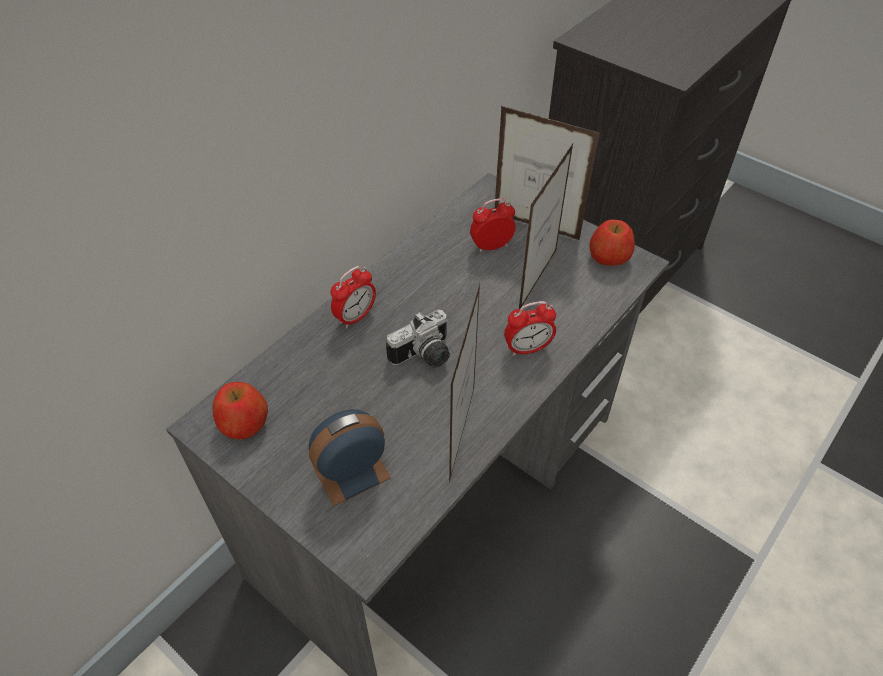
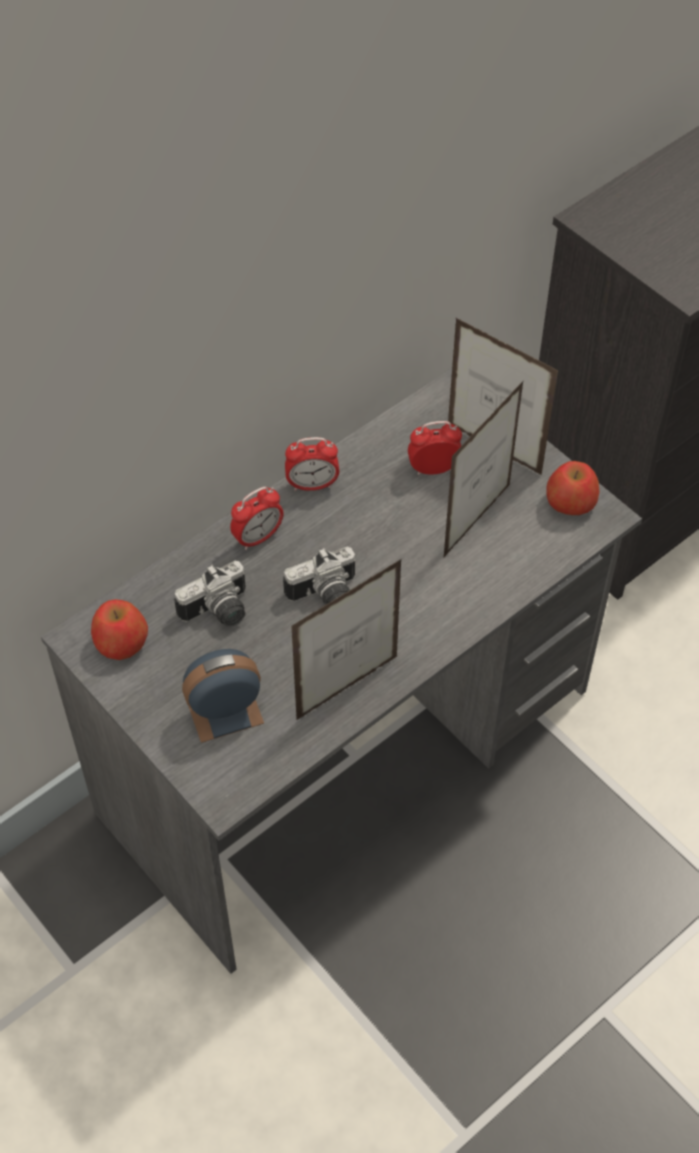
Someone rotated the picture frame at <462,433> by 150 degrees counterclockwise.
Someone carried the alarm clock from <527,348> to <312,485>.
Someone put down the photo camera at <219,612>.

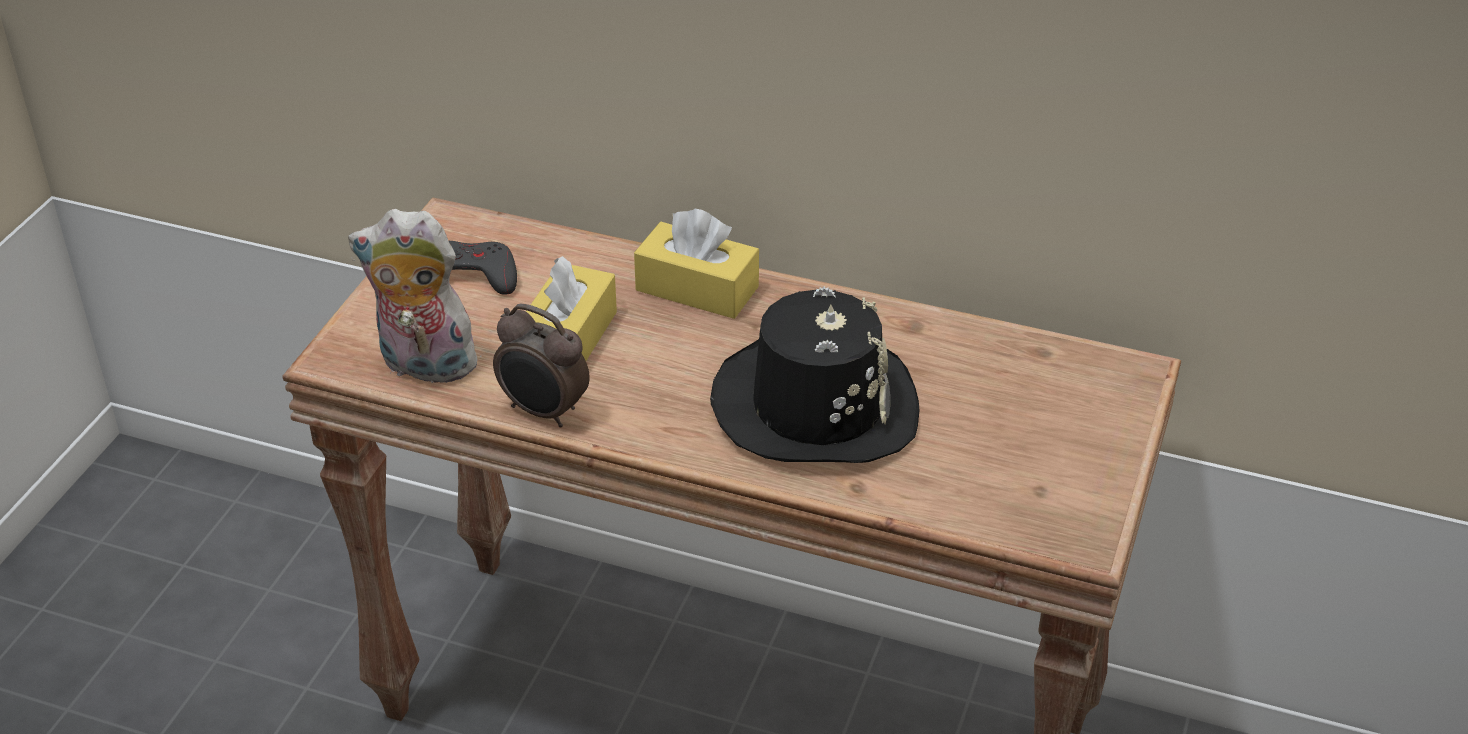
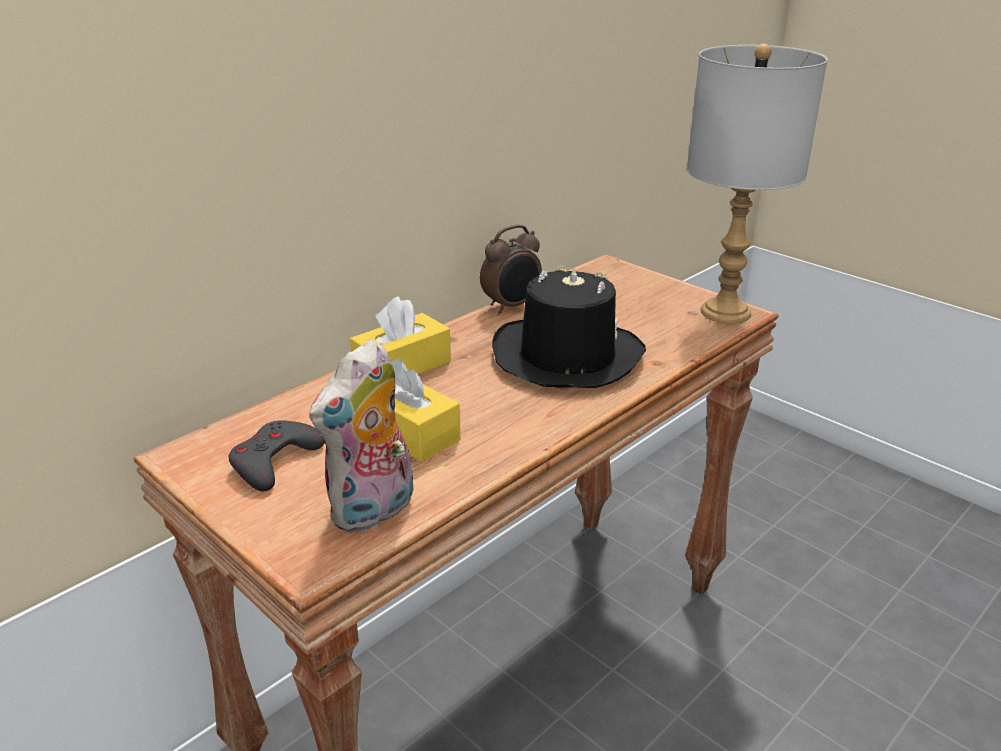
Someone carried the alarm clock from <543,412> to <512,306>.
Someone put down the table lamp/grey at <725,312>.

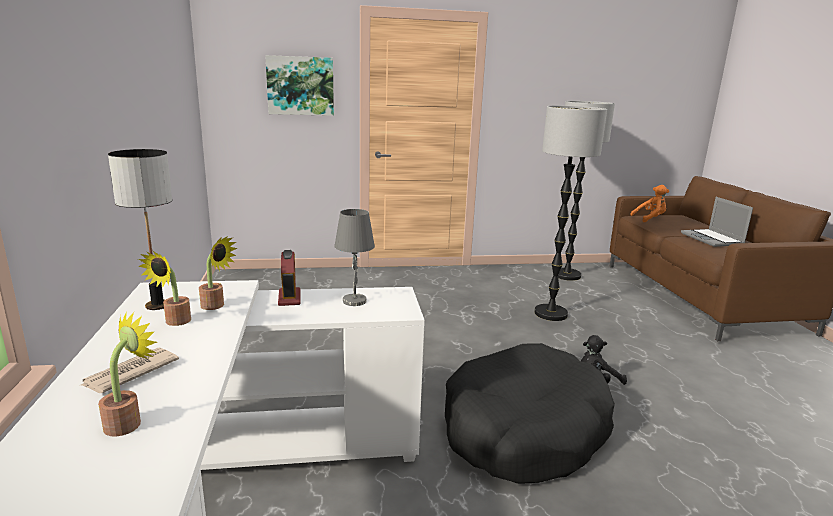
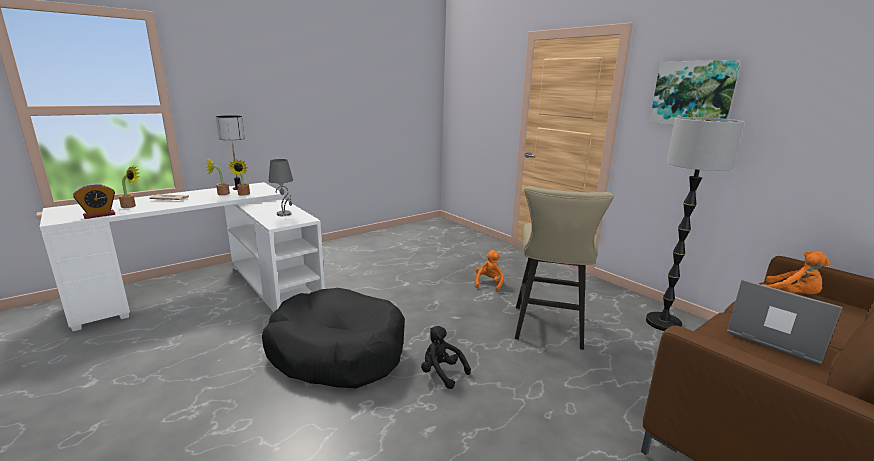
Someone carried the picture from <300,86> to <692,93>.
Someone carried the alarm clock from <289,298> to <99,215>.
Someone swapped the floor lamp at <550,314> for the stool/beige at <548,330>.
Someone rotated the laptop at <713,239> by 90 degrees clockwise.
Someone put down the plush toy/orange at <489,284>.

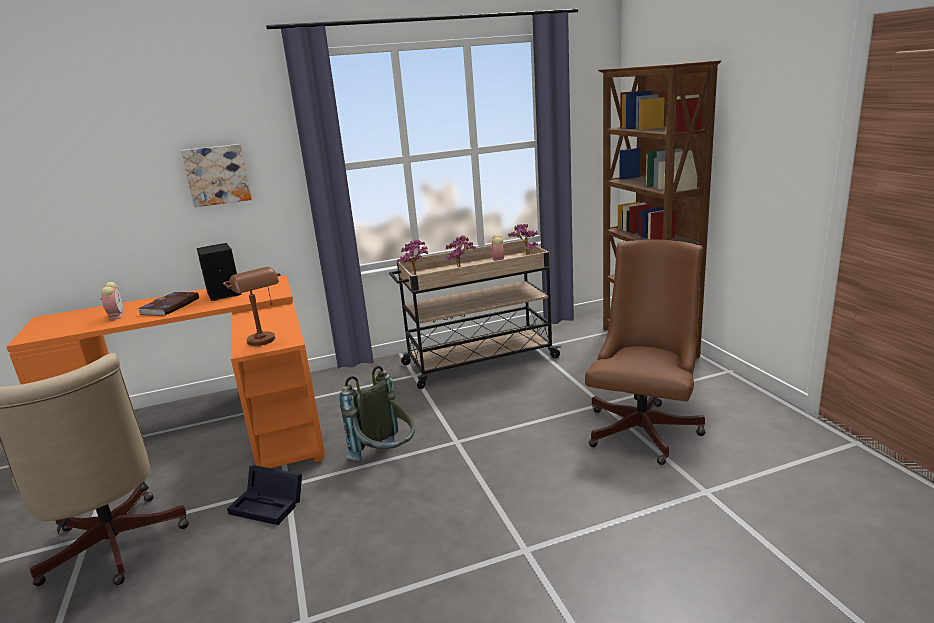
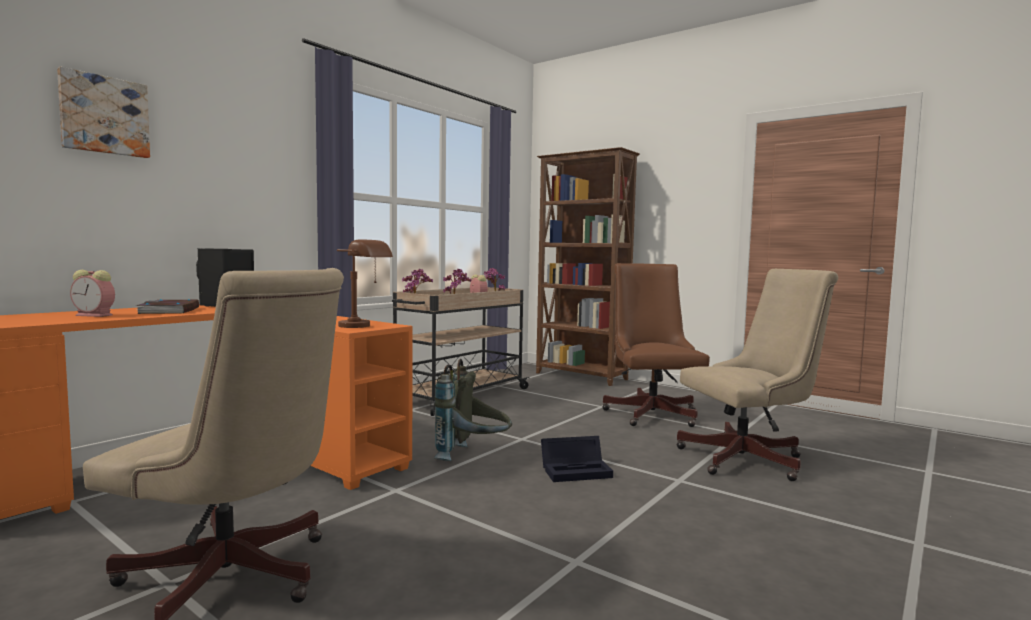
Someone rotated the alarm clock at <116,316> by 150 degrees clockwise.
Someone carried the picture from <217,175> to <104,115>.
Someone carried the storage box/black from <270,504> to <577,470>.
Someone put down the office chair/beige at <750,459>.

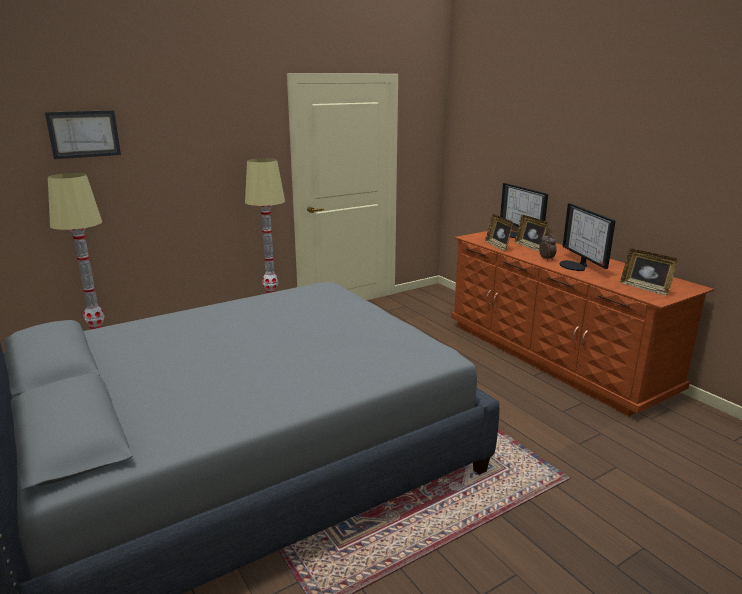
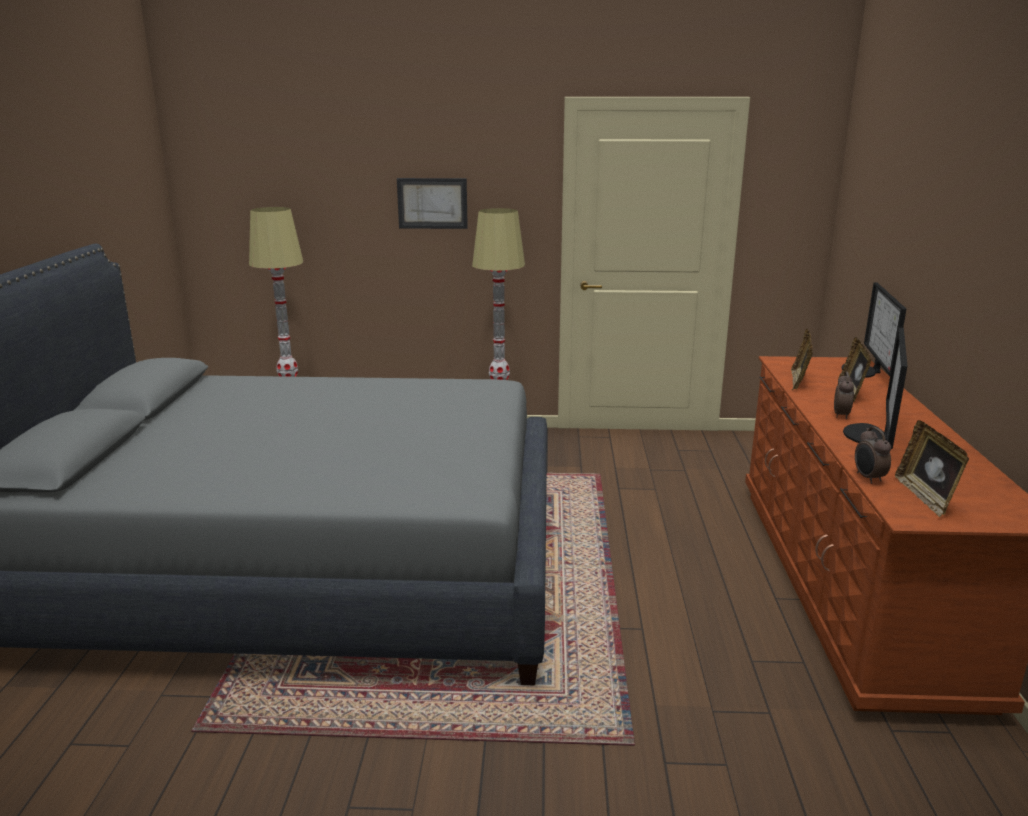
Someone carried the picture from <84,134> to <432,203>.
Someone put down the alarm clock at <868,478>.

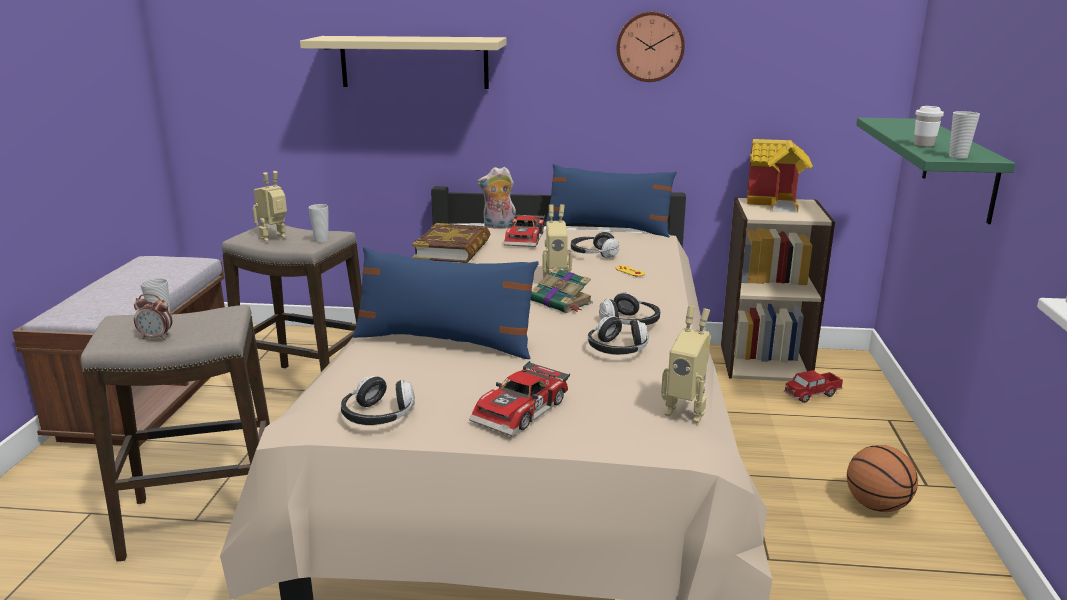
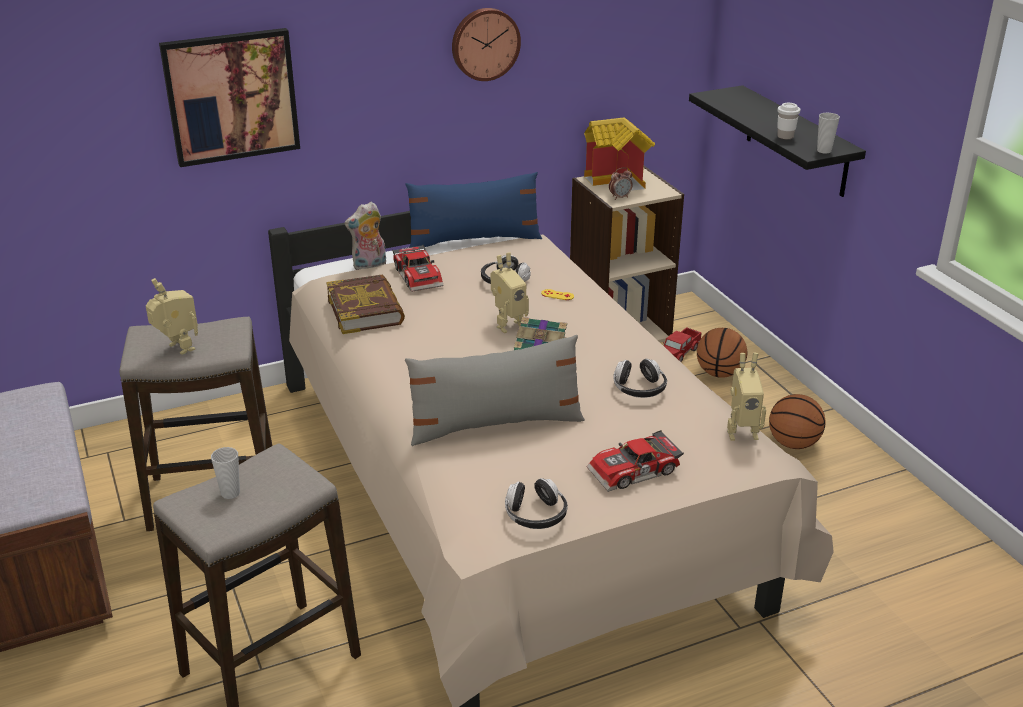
Someone carried the alarm clock from <156,337> to <620,197>.
Someone rotated the toy robot at <275,239> by 120 degrees clockwise.
Someone swapped the shelf/beige at <414,62> for the picture at <231,96>.
Someone took away the cup at <321,240>.
Someone repainted the pillow/blue at <445,342>, which became the pillow/grey at <495,424>.
Someone rotated the toy car at <523,411> by 60 degrees clockwise.
Someone took away the headphones at <630,323>.
Someone repainted the shelf/green at <959,168>, which became the shelf/black at <796,141>.
Someone put down the basketball at <719,373>.

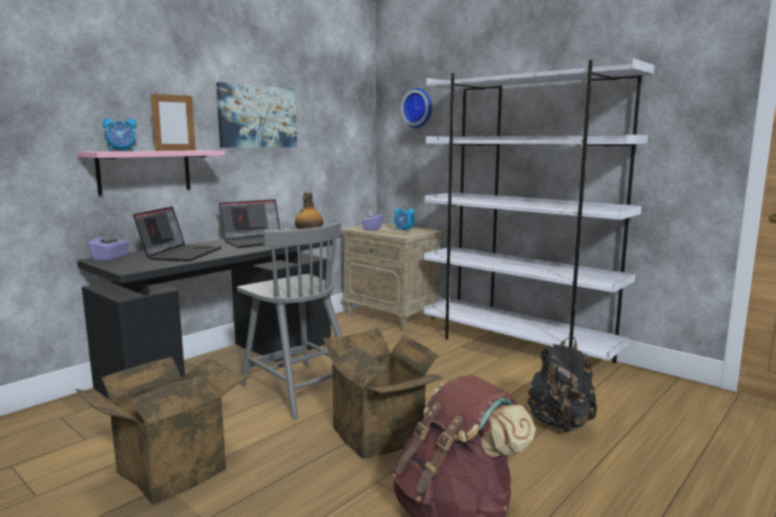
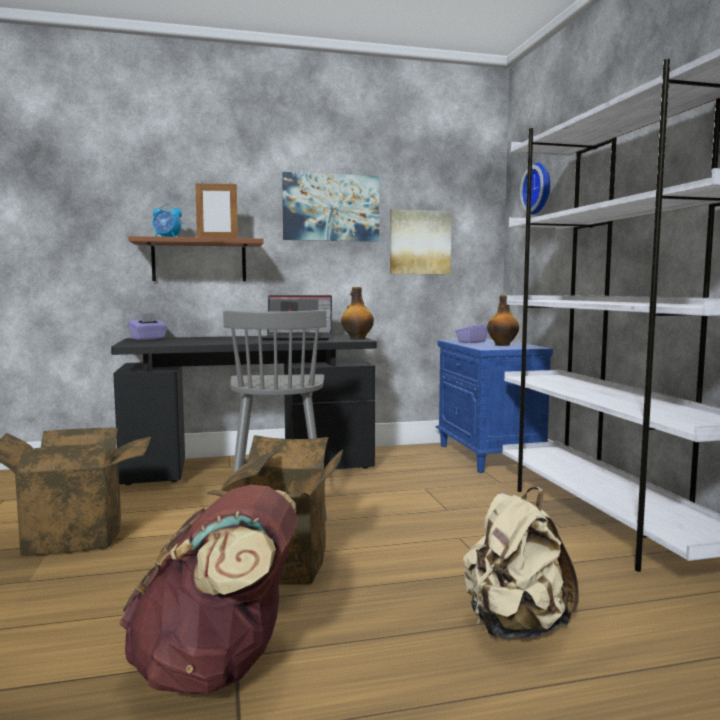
Someone repainted the shelf/pink at <144,171>, which became the shelf/brown at <199,261>.
Someone took away the laptop at <181,254>.
Someone repainted the nightstand/beige at <391,316>, which became the nightstand/blue at <489,456>.
Someone swapped the alarm clock at <403,230> for the bottle at <503,345>.
Someone repainted the backpack/black at <560,424>, which became the backpack/beige at <514,626>.
Someone put up the picture at <419,242>.

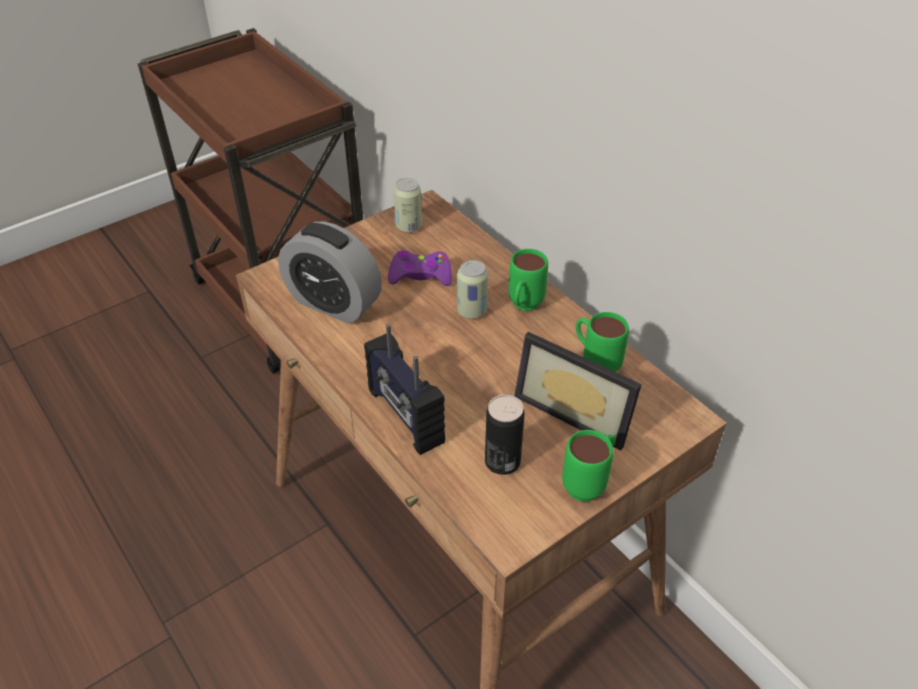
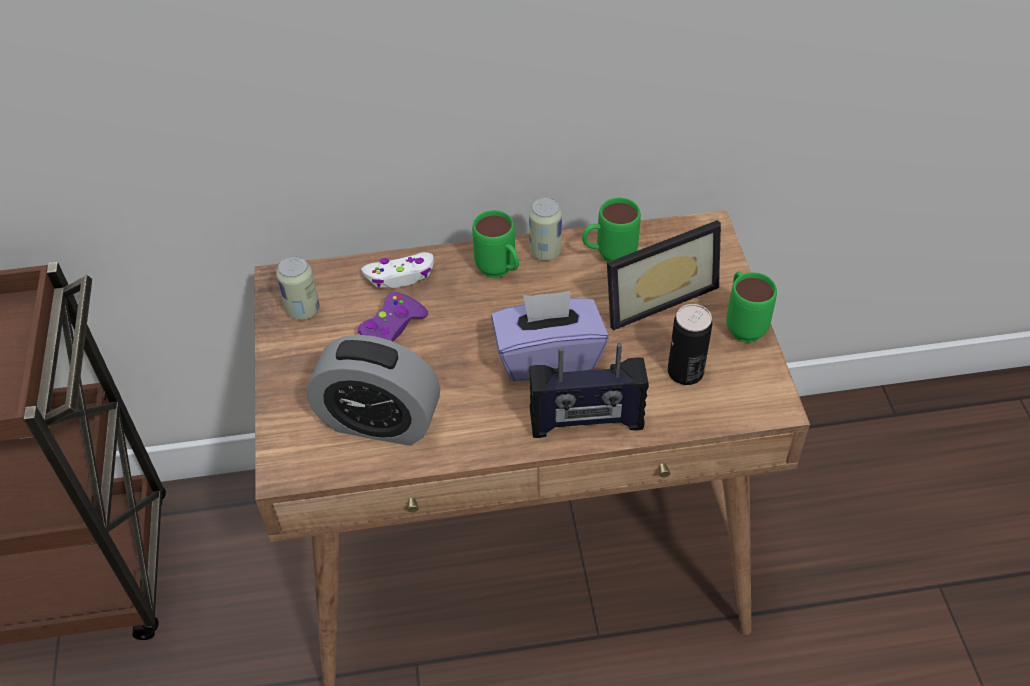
Someone rotated the alarm clock at <333,303> by 45 degrees clockwise.
Someone carried the can from <472,311> to <545,251>.
Someone put down the game controller/white at <400,276>.
Someone put down the tissue box/purple at <548,356>.

